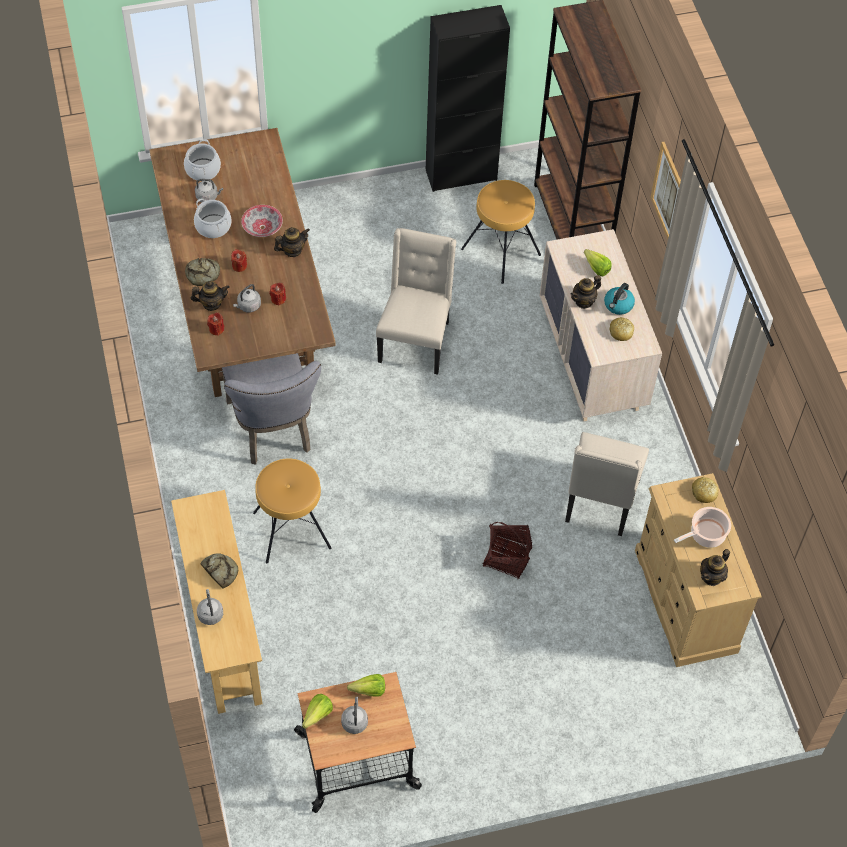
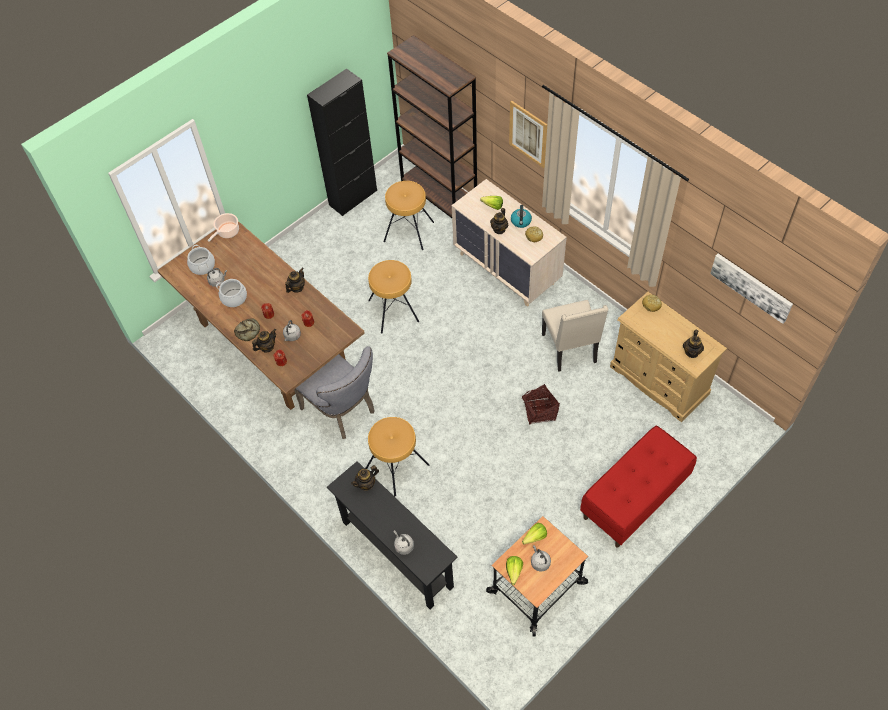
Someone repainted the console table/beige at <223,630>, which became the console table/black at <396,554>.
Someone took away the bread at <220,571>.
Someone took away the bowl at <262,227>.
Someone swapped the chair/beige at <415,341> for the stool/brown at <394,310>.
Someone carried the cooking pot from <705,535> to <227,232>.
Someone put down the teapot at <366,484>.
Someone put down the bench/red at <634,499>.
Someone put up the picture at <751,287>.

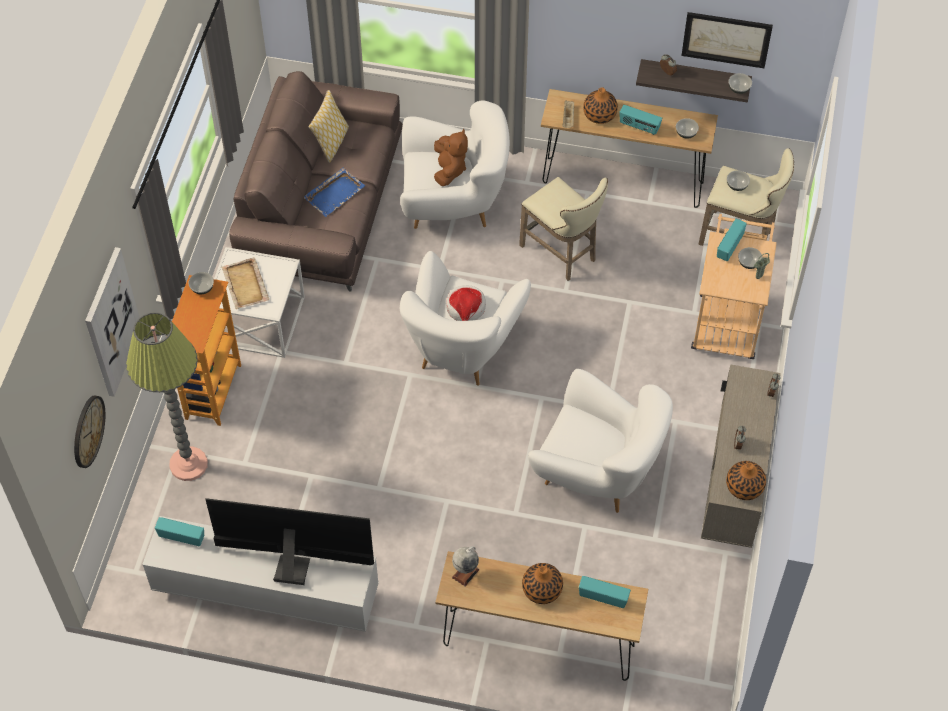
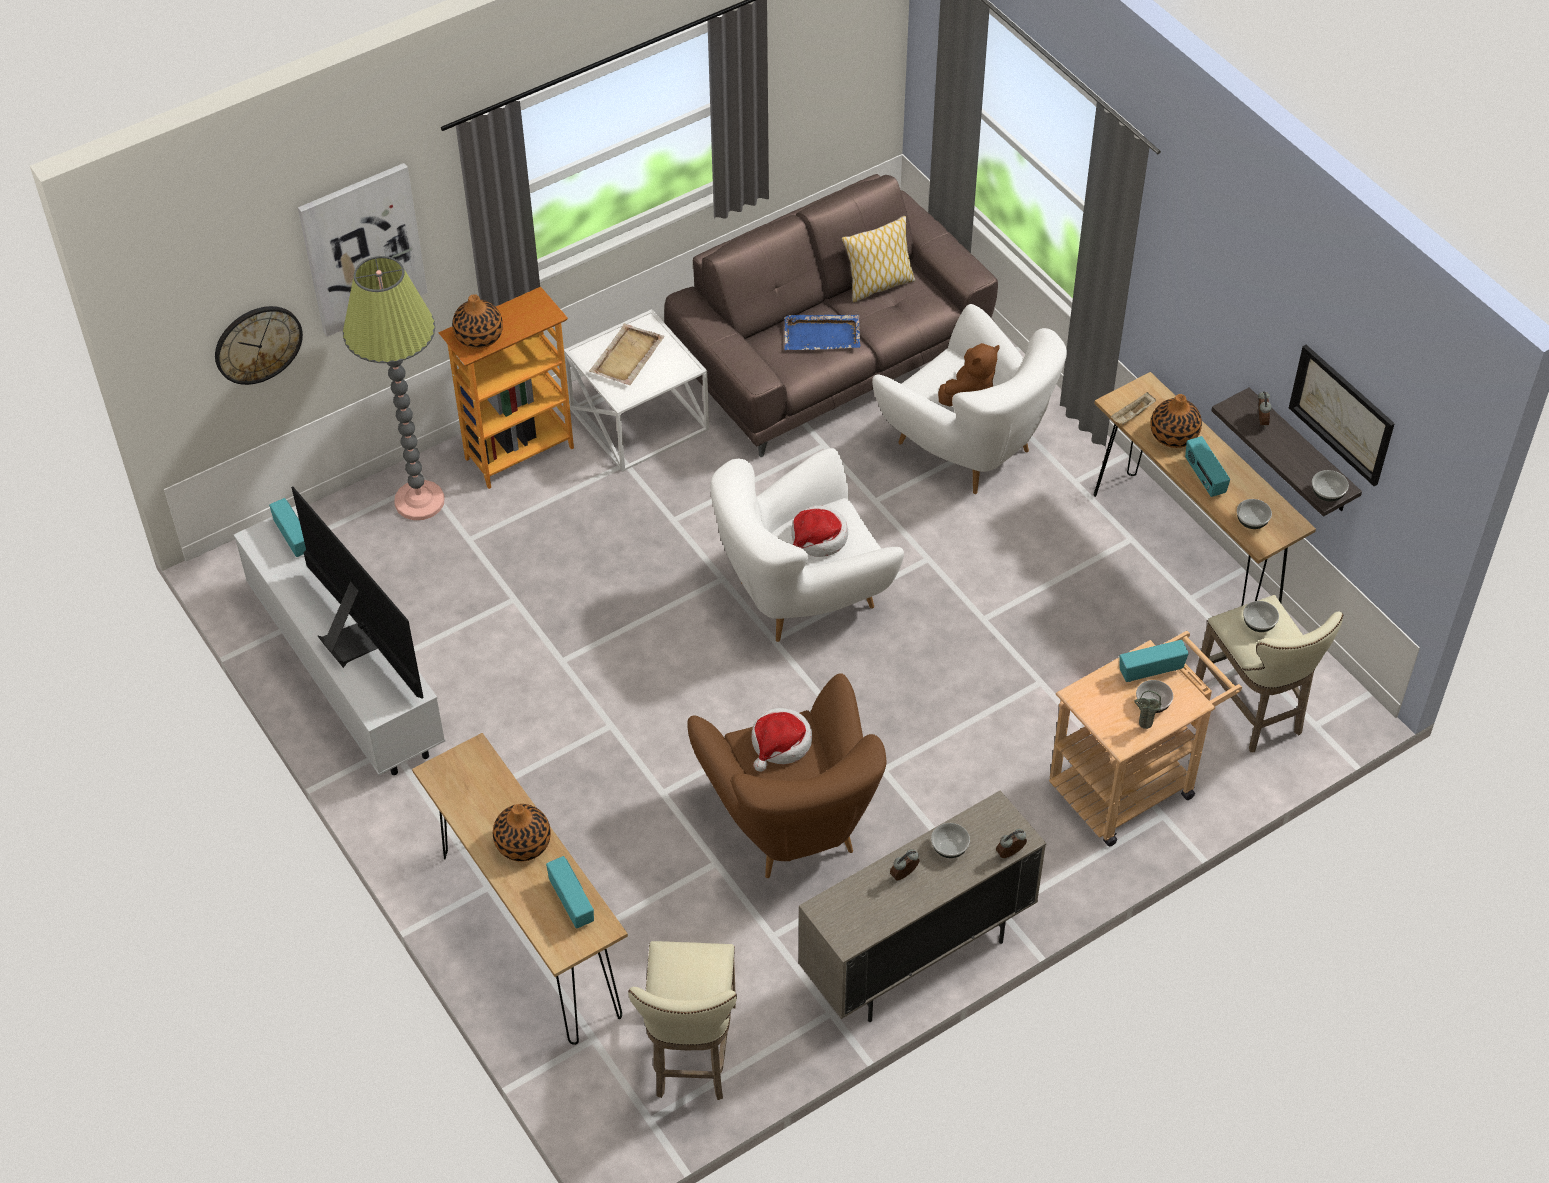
Someone carried the bowl from <202,288> to <950,848>.
Someone took away the globe at <465,573>.
Someone carried the stool/beige from <561,254> to <691,1055>.
Someone repainted the armchair/white at <597,474>, which became the armchair/brown at <791,823>.
Someone carried the vase from <744,487> to <479,336>.
Someone put down the hat at <780,744>.

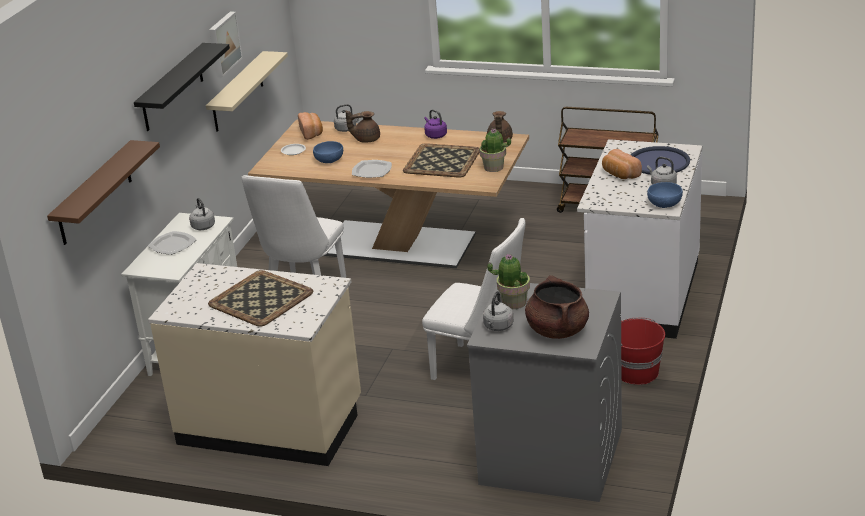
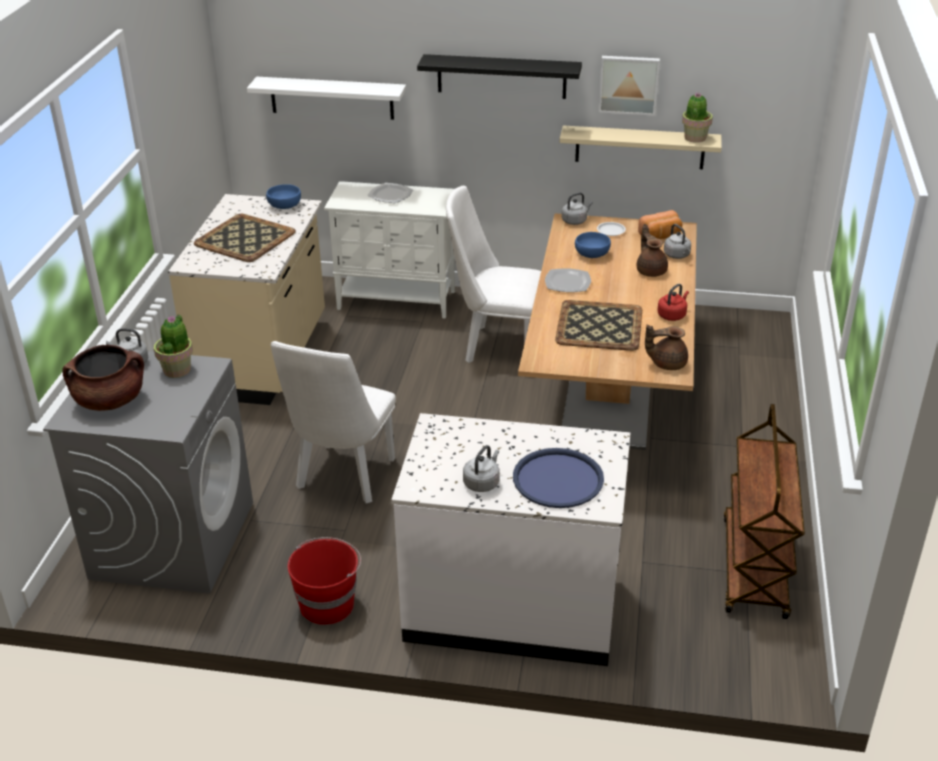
Someone repainted the shelf/brown at <94,193>, which became the shelf/white at <331,98>.
Someone carried the kettle/grey from <203,226> to <575,221>.
Someone repainted the kettle/purple at <435,135>, which became the kettle/red at <672,315>.
Someone carried the potted plant from <494,167> to <694,138>.
Someone took away the bread at <619,174>.
Someone carried the bowl/blue from <665,203> to <285,205>.

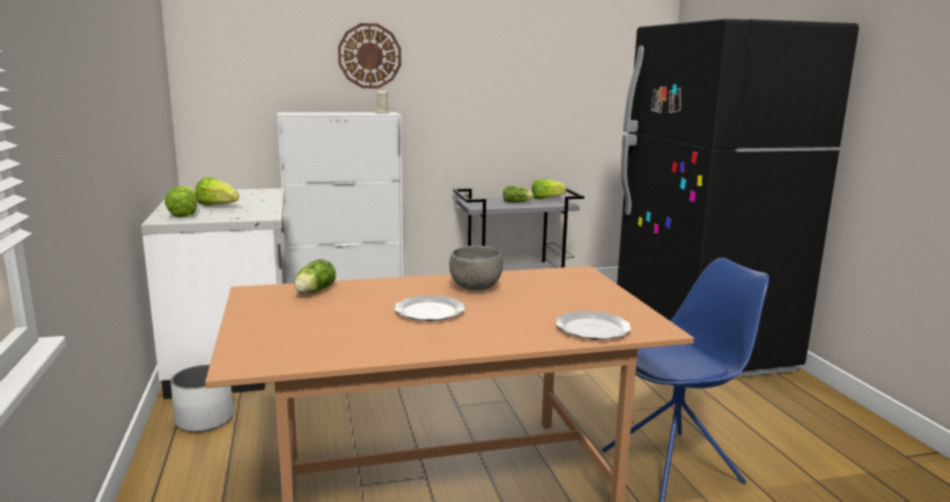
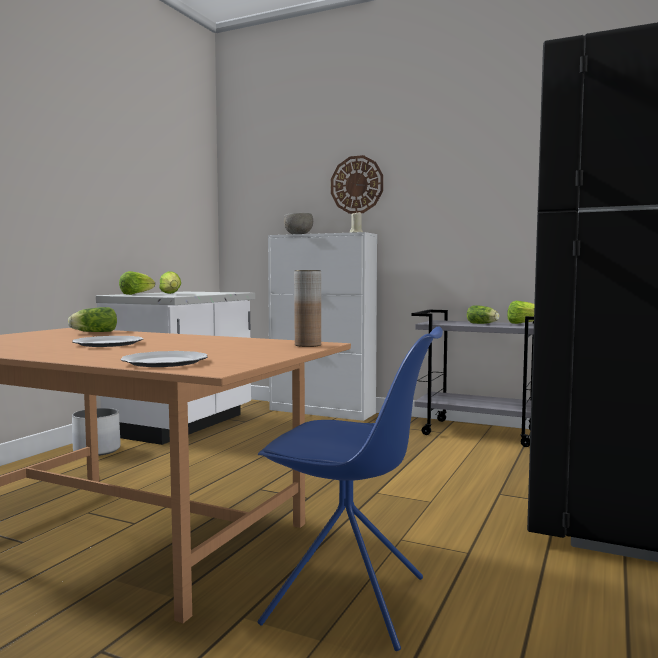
Someone carried the bowl/grey from <474,288> to <298,234>.
Someone put down the vase/brown at <308,345>.

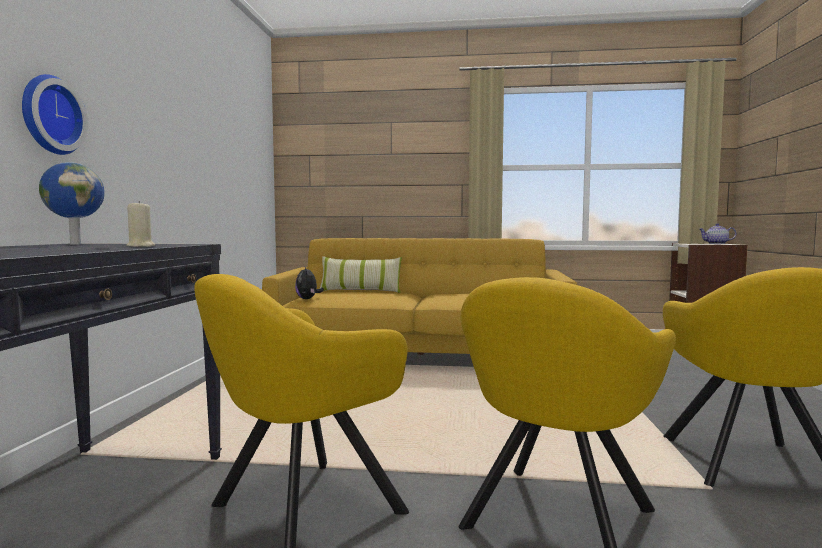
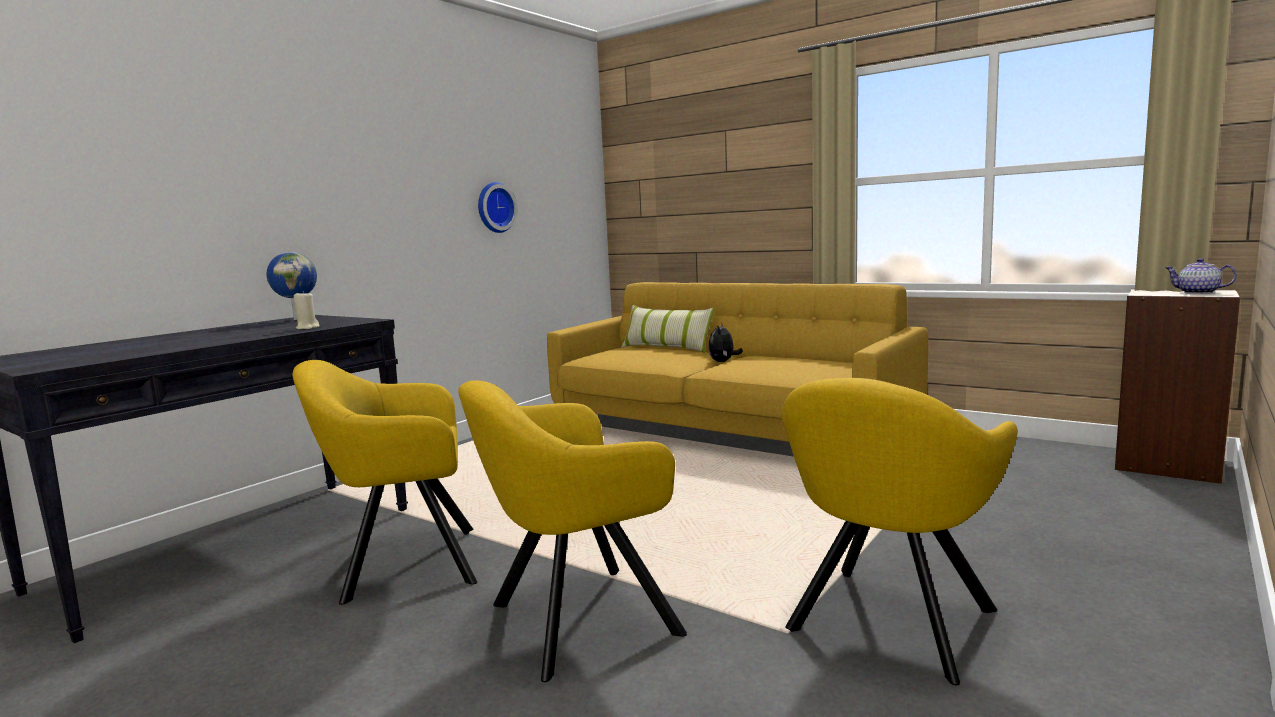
Someone carried the wall clock from <49,115> to <494,207>.
Someone carried the plush toy from <308,299> to <723,362>.

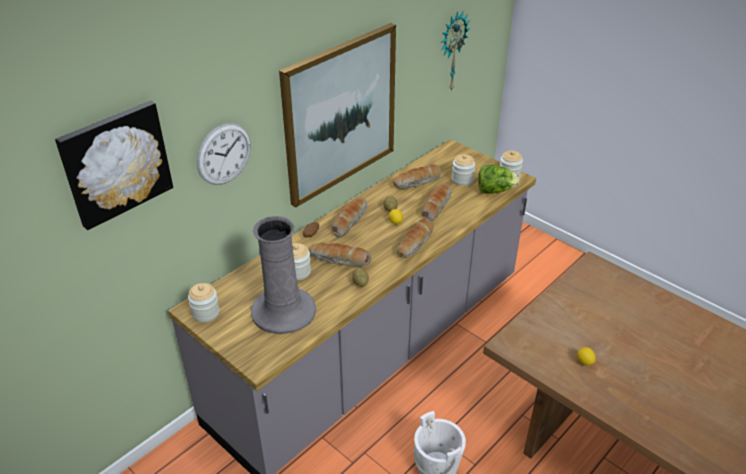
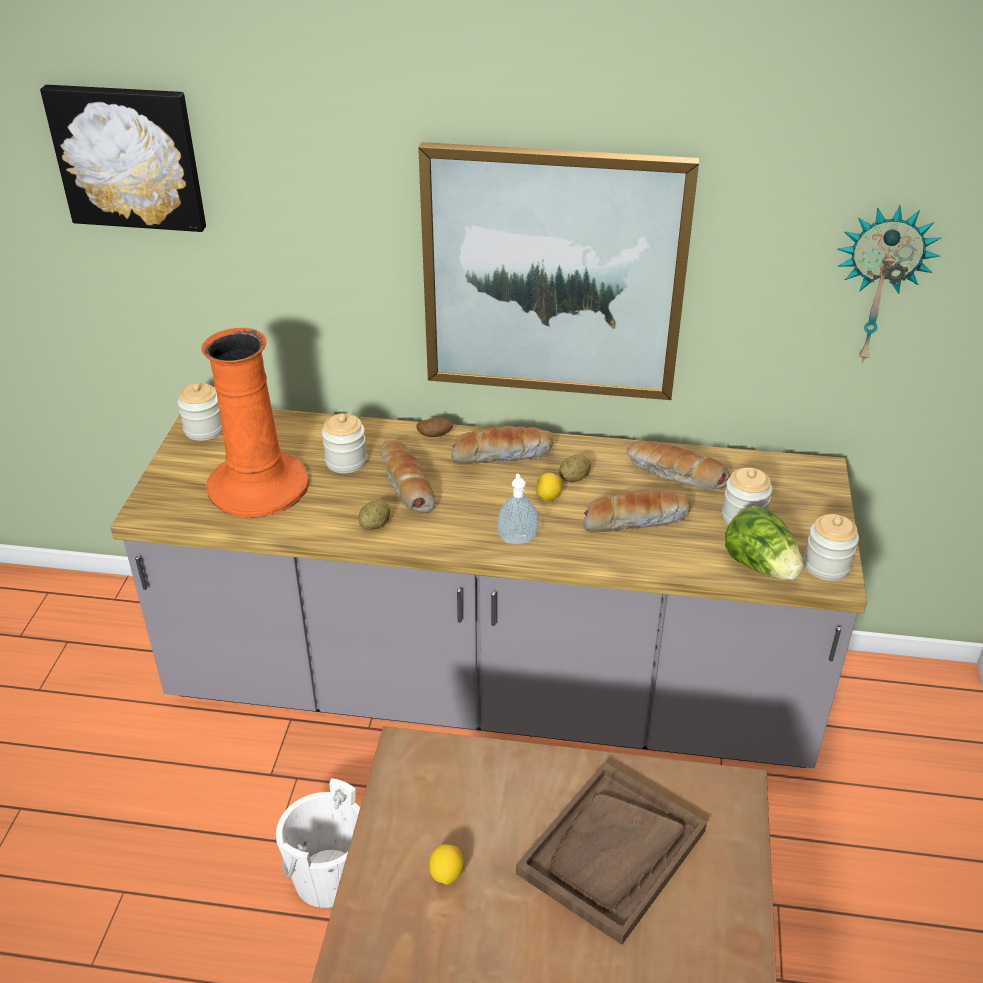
Someone took away the wall clock at <224,154>.
Someone repainted the vase/grey at <284,311>, which became the vase/orange at <259,486>.
Someone swapped the bread at <415,244> for the soap dispenser at <517,539>.
Someone put down the tray/brown at <612,853>.

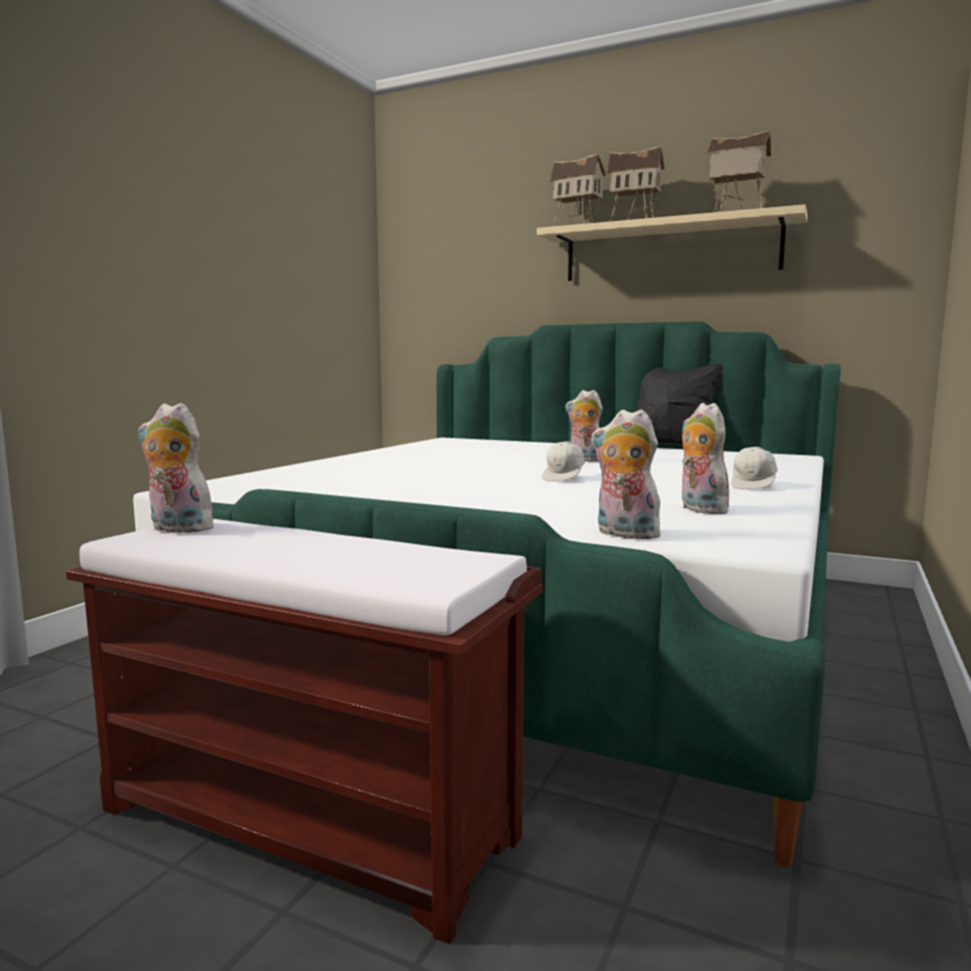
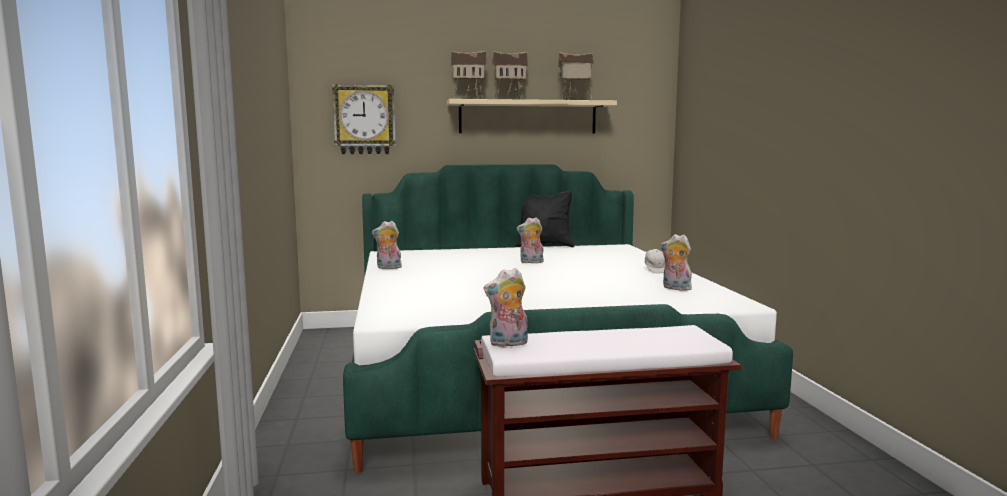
Someone took away the cap/white at <564,478>.
Someone carried the plush toy from <624,534> to <388,268>.
Someone put up the wall clock at <364,119>.

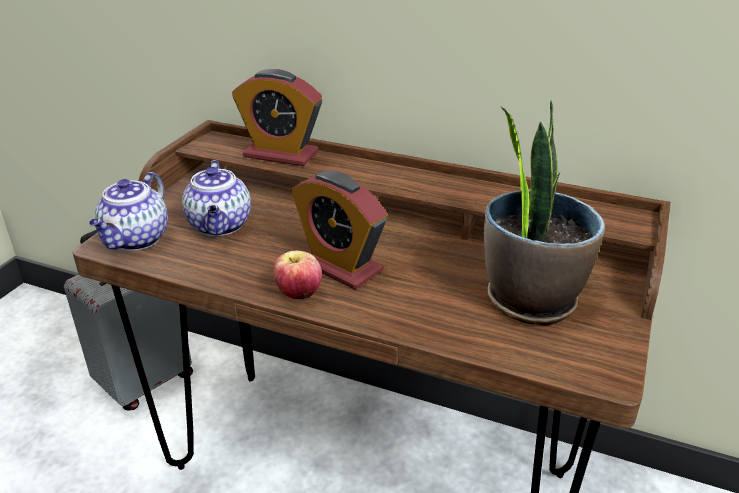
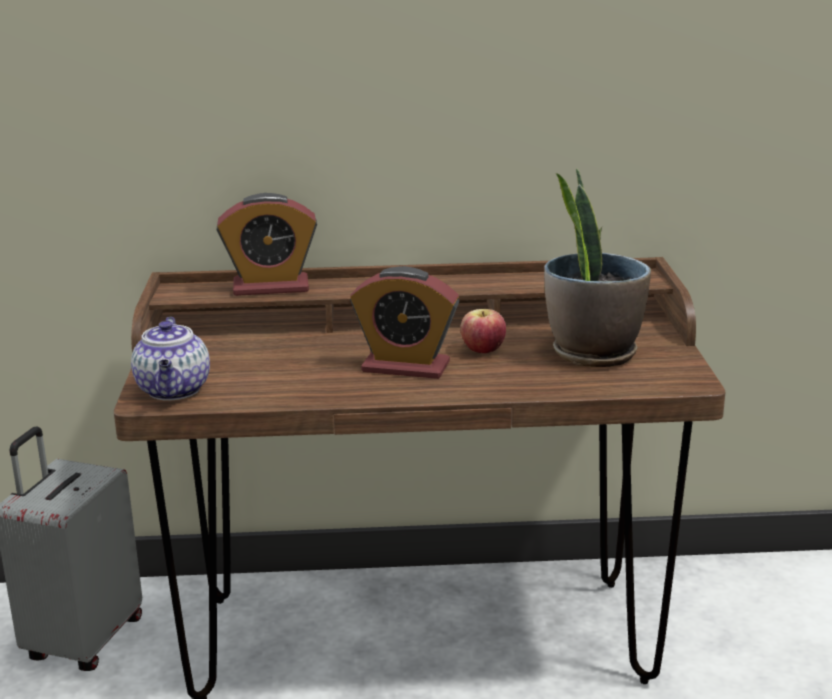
Someone took away the teapot at <220,226>.
Someone carried the apple from <299,294> to <483,351>.

